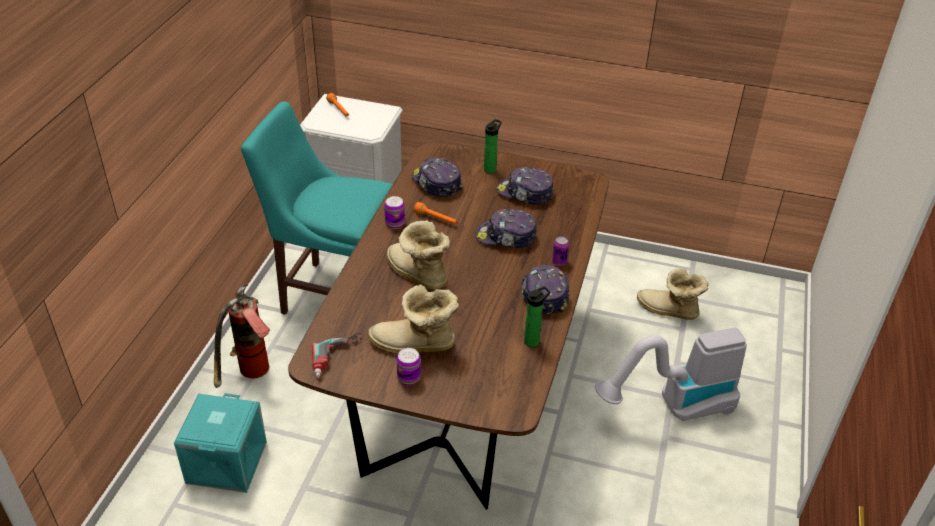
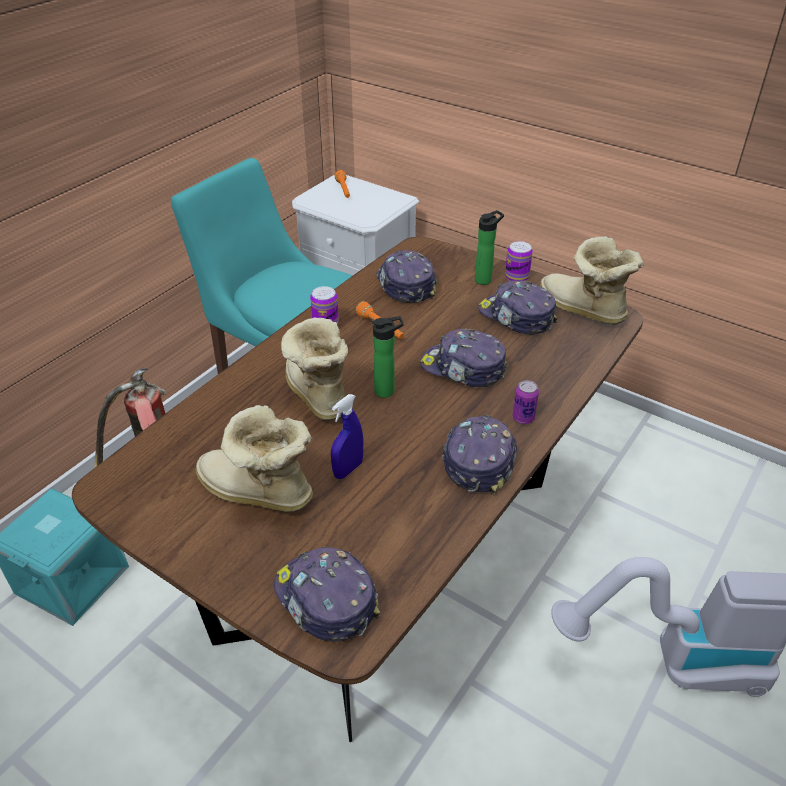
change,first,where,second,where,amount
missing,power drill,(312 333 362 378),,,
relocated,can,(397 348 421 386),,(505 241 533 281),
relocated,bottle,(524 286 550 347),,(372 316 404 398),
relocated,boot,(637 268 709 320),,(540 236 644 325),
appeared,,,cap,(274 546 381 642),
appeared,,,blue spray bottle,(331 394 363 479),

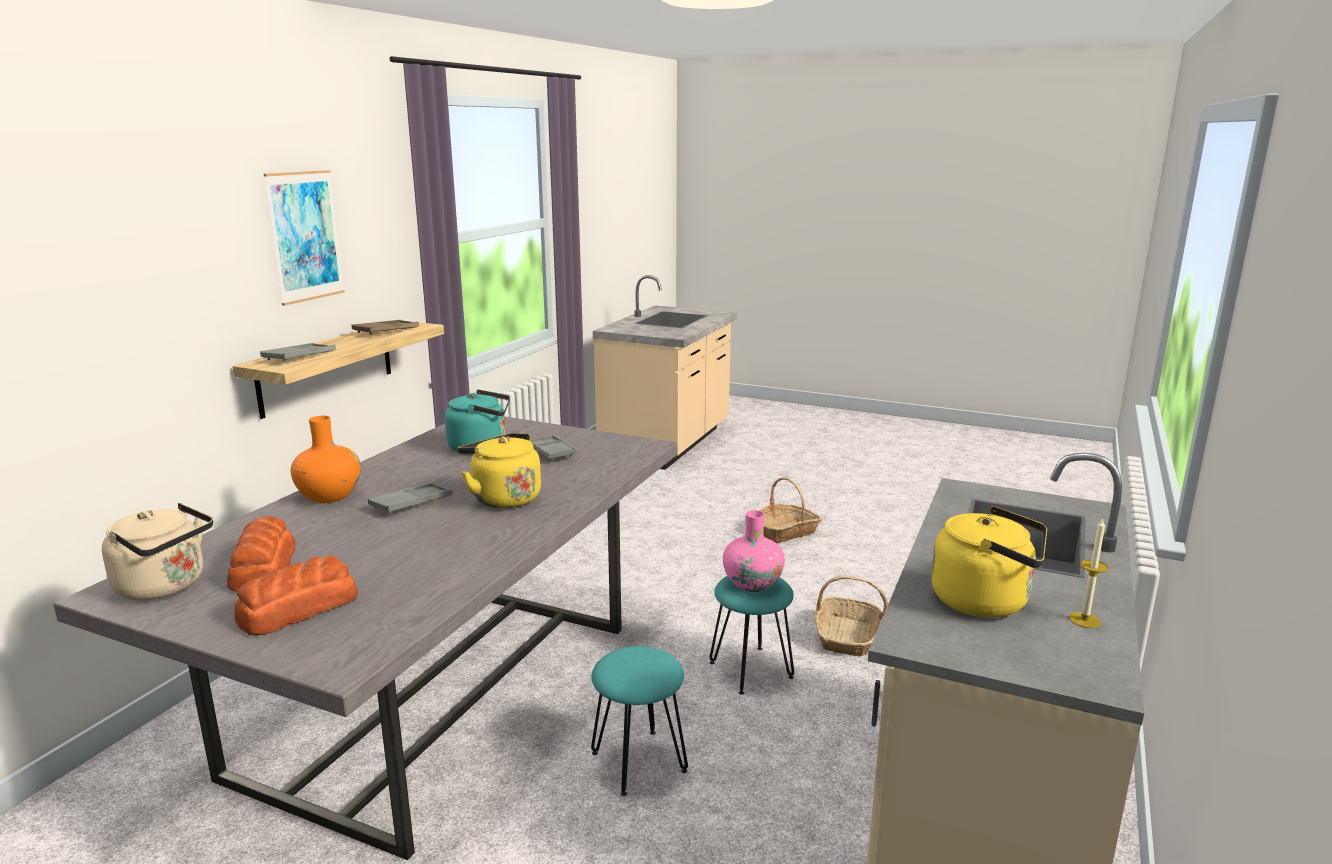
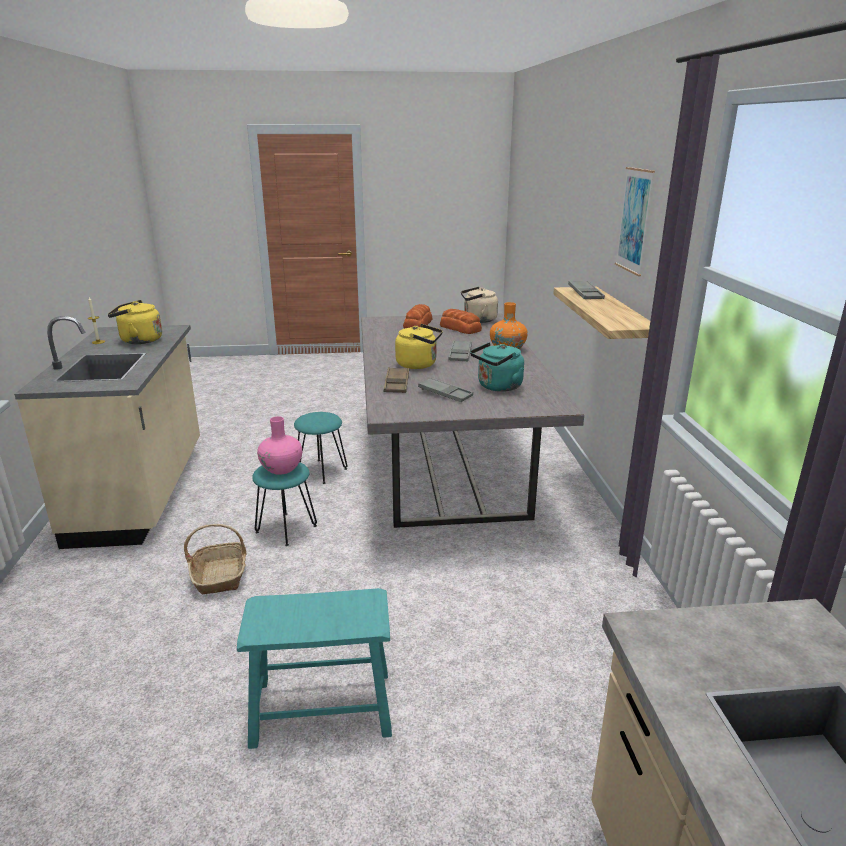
change,first,where,second,where,amount
relocated,brown tray,(352 320 419 335),,(384 367 409 393),
exchanged,basket,(758 477 822 543),turquoise stool,(237 588 392 749),

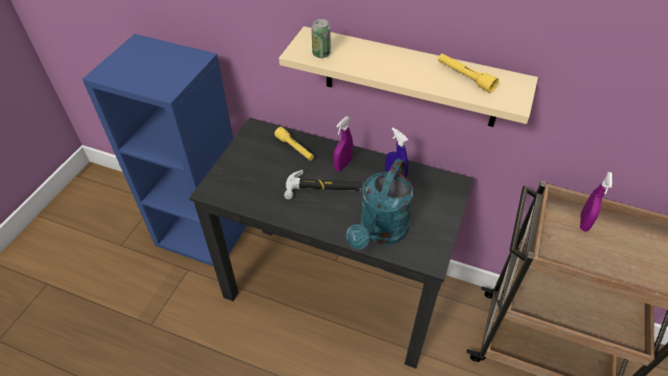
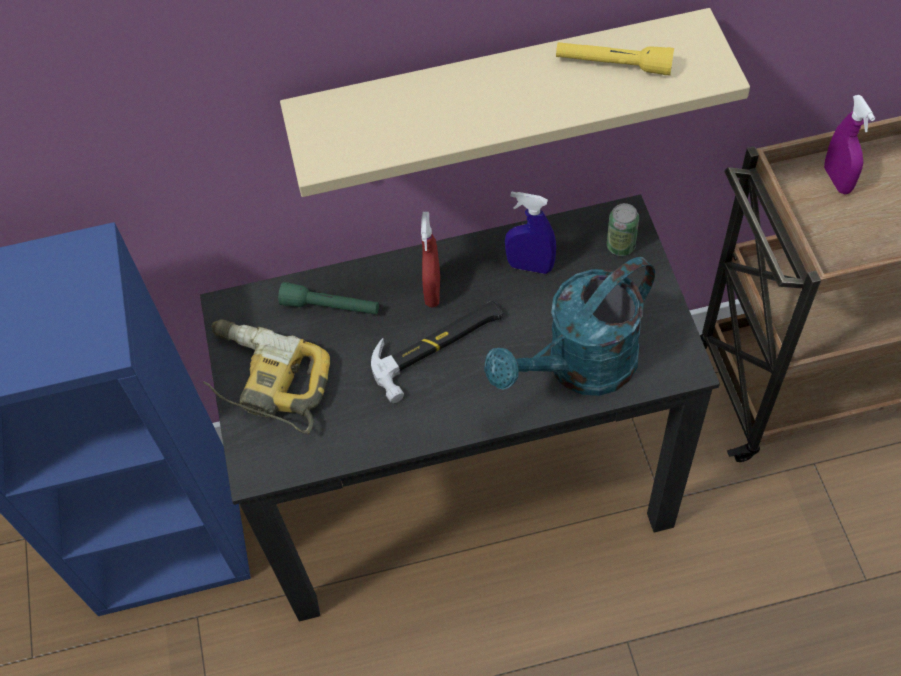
change,first,where,second,where,amount
colour,yellow flashlight,(274 127 314 161),green flashlight,(278 282 379 315),
relocated,can,(311 19 331 58),,(607 203 639 256),
colour,purple spray bottle,(333 116 353 172),red spray bottle,(421 212 440 308),
spun,turquoise watering can,(346 159 413 249),,(484 257 655 396),60 degrees clockwise
appeared,,,power drill,(203 319 330 434),

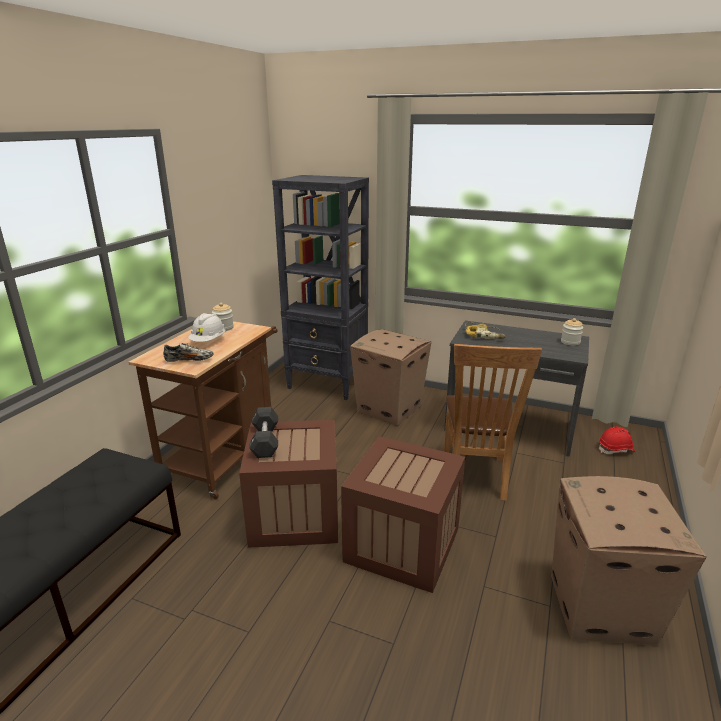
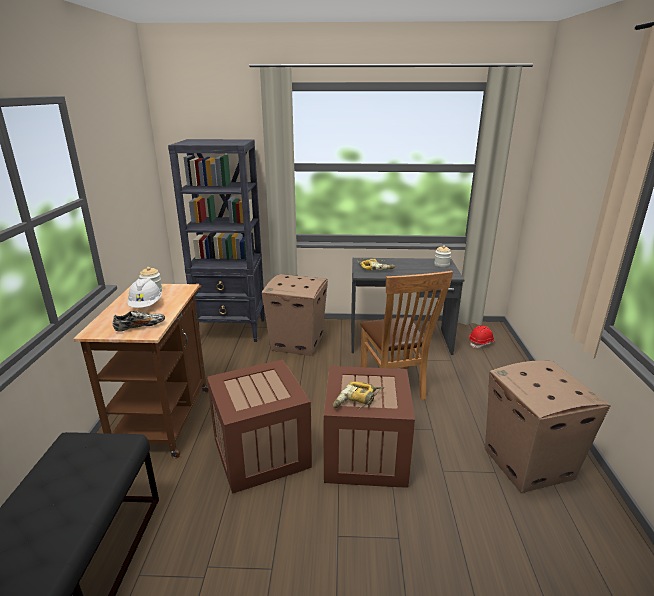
change,first,where,second,where,amount
missing,black dumbbell,(249 407 278 458),,,
appeared,,,power drill,(332 382 384 410),

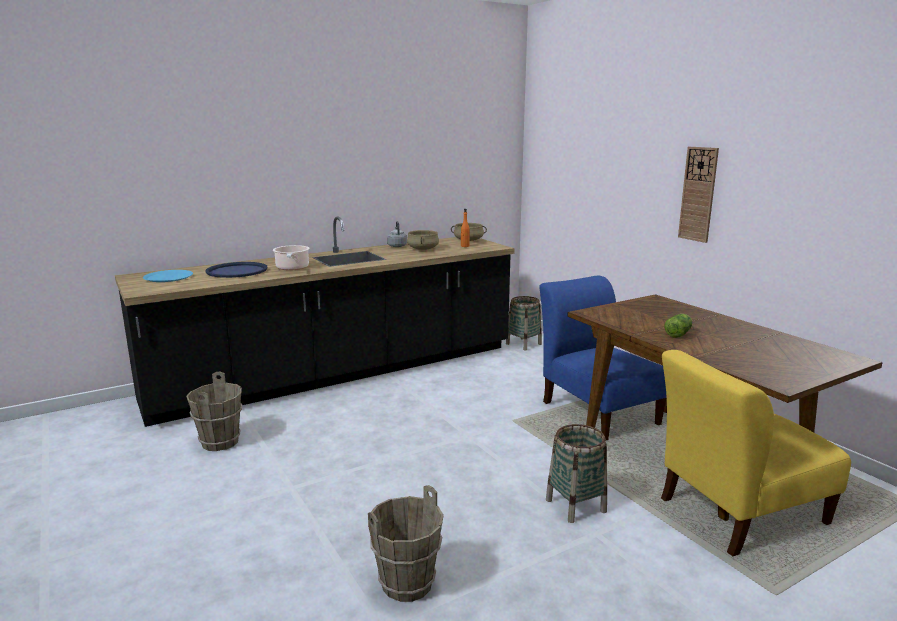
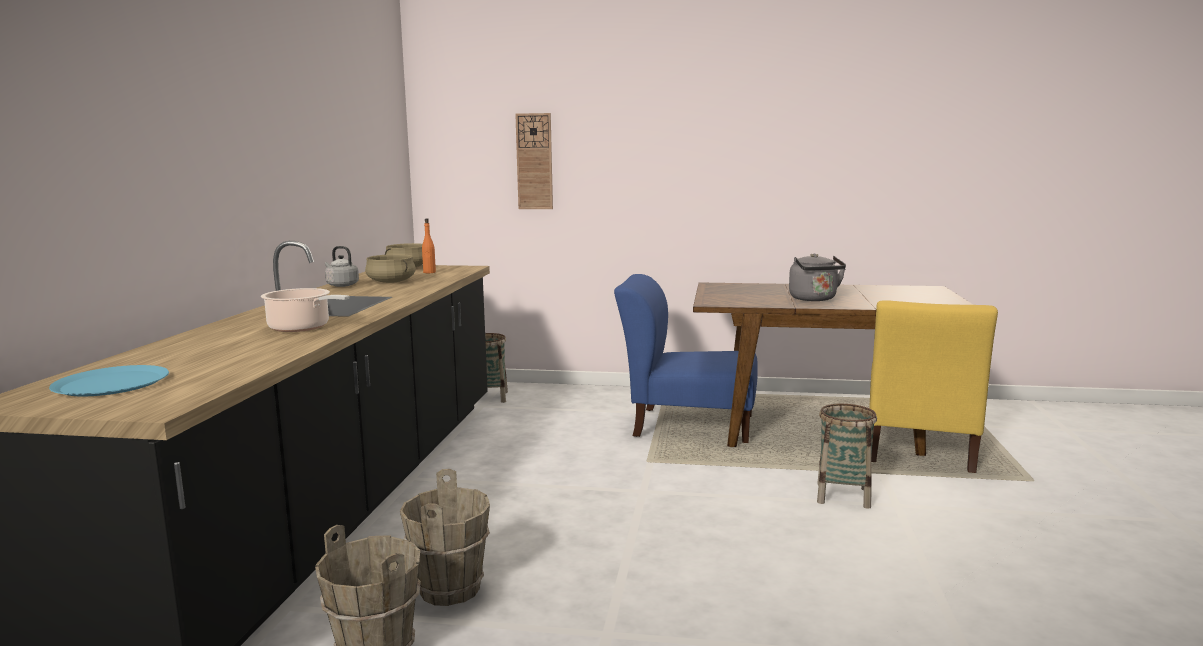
change,first,where,second,where,amount
missing,blue tray,(205 262 268 278),,,
relocated,brown bucket,(368 485 444 602),,(400 469 490 606),
exchanged,lettuce,(664 314 692 338),grey kettle,(789 253 846 301),
relocated,wall clock,(678 147 719 243),,(515 113 553 209),

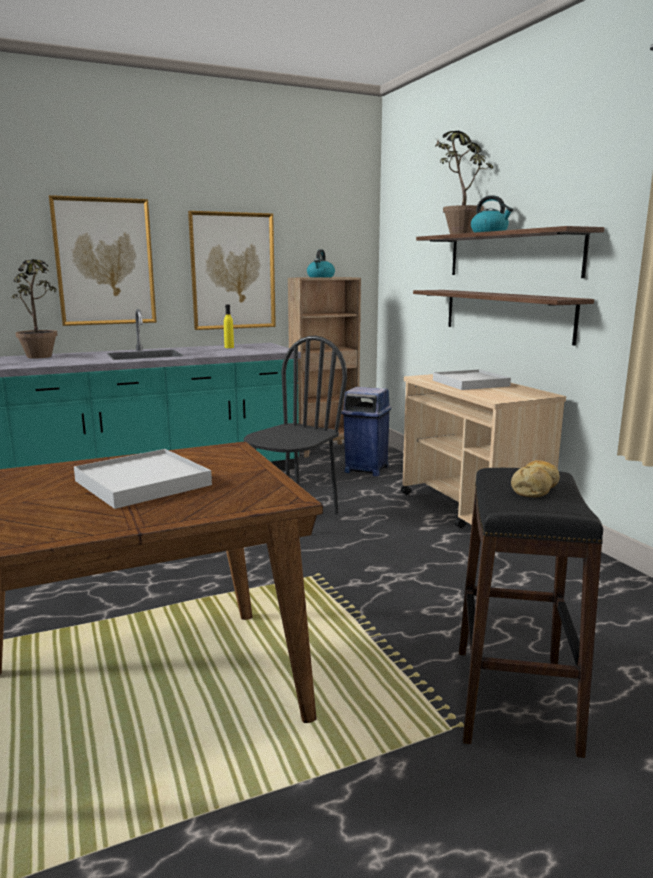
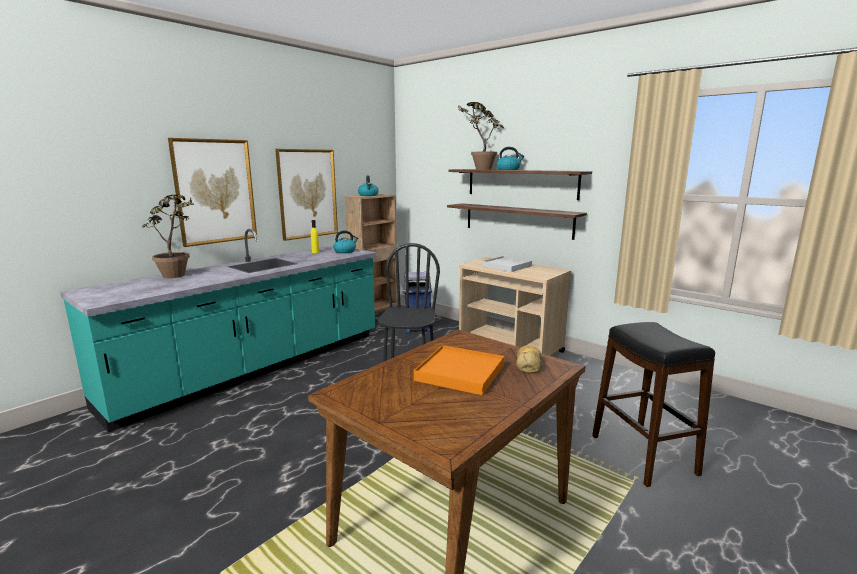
change,first,where,second,where,amount
colour,white tray,(74 449 212 509),orange tray,(414 345 504 395),
relocated,bread,(511 460 560 497),,(516 346 542 373),
appeared,,,kettle,(333 230 358 253),

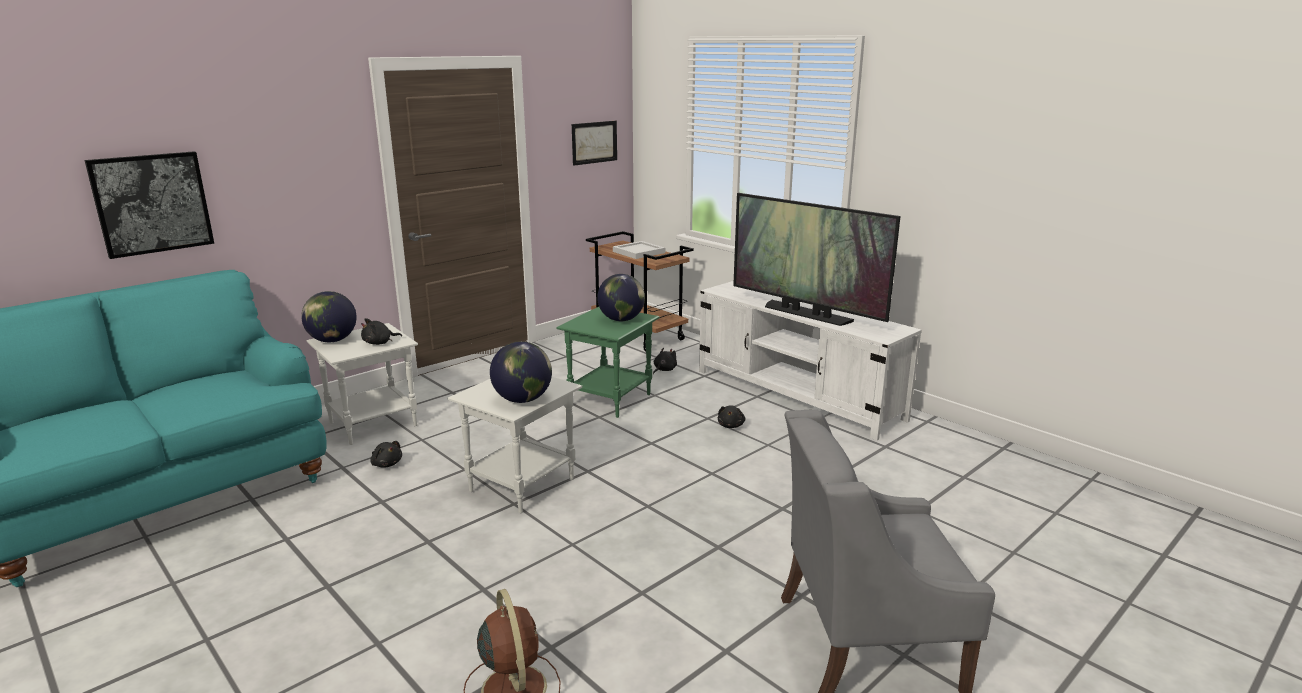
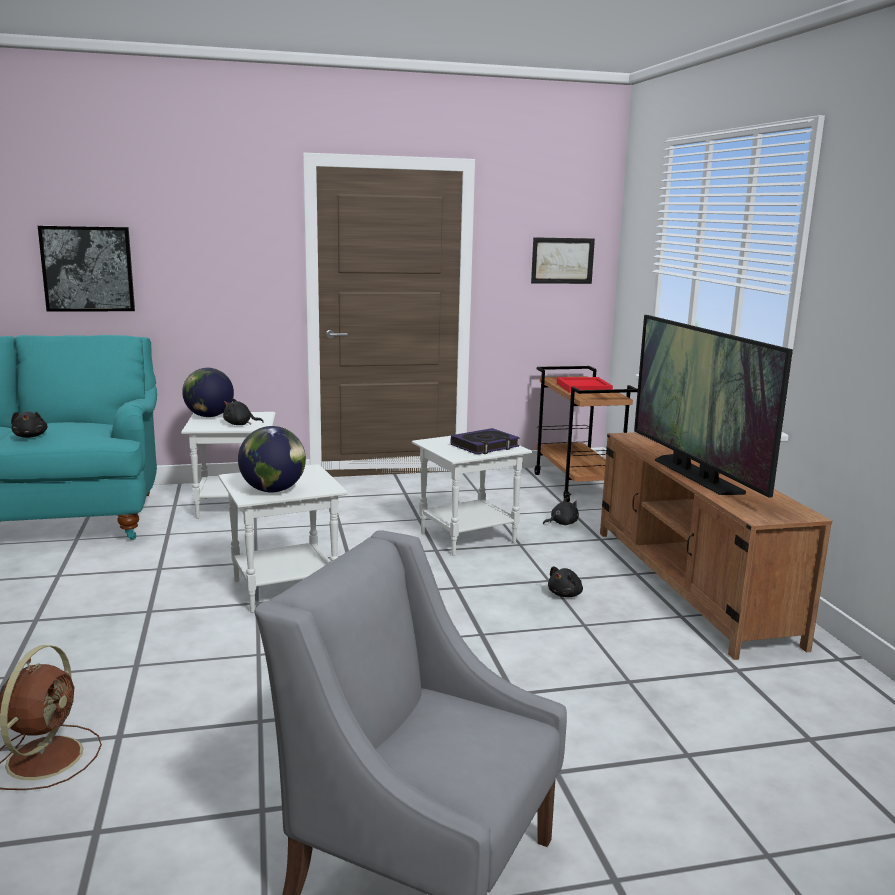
change,first,where,second,where,amount
relocated,black plush toy,(370 441 402 468),,(11 411 48 438),
colour,green side table,(556 307 660 418),white side table,(412 436 532 556),
exchanged,globe,(597 274 645 321),book,(451 428 520 455),
colour,white tray,(613 241 665 259),red tray,(557 377 613 393),
colour,white tv stand,(699 281 922 440),brown tv stand,(600 432 832 660),

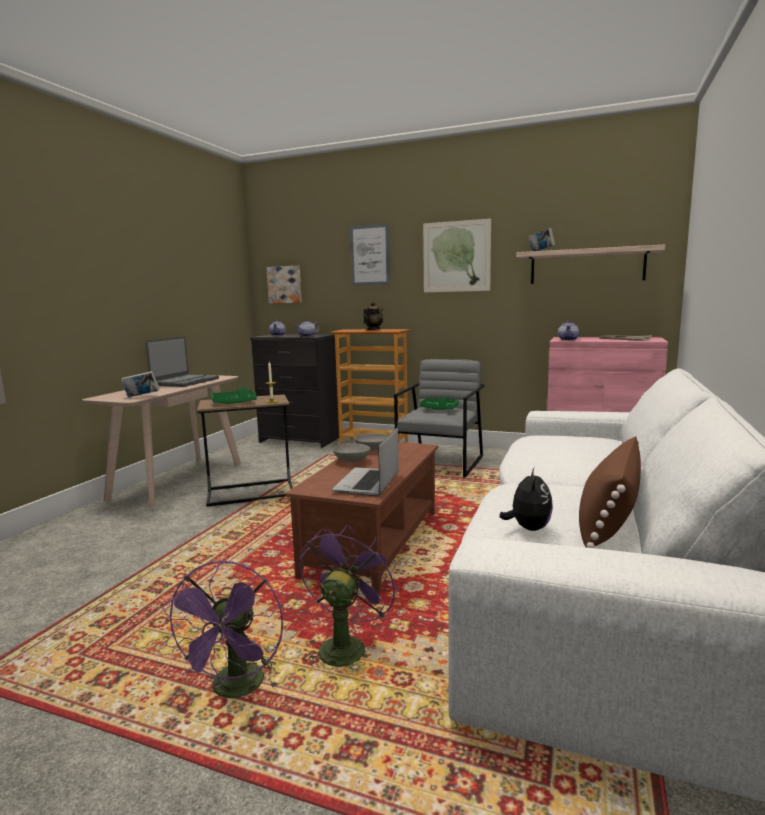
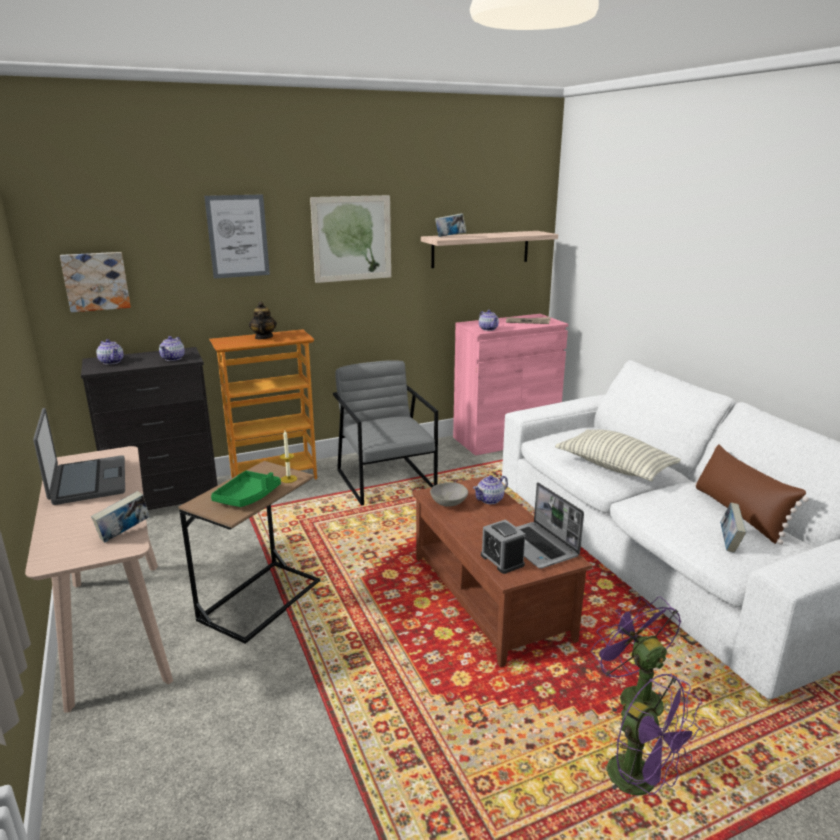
change,first,where,second,where,amount
missing,grey bowl,(333 443 370 462),,,
missing,green tray,(420 397 459 410),,,
exchanged,plush toy,(499 468 553 531),book,(721 503 746 553),
appeared,,,teapot,(473 475 508 504),
appeared,,,alarm clock,(481 519 525 574),
appeared,,,pillow,(555 429 681 481),

